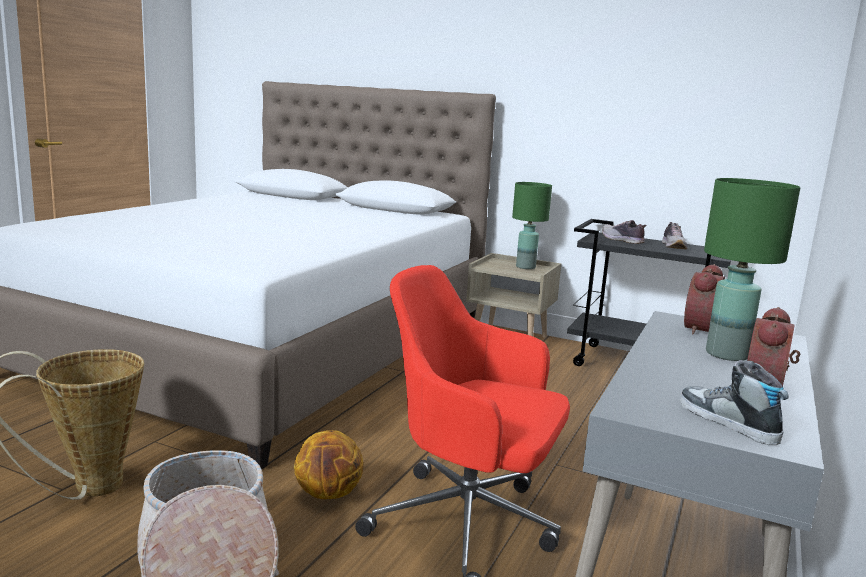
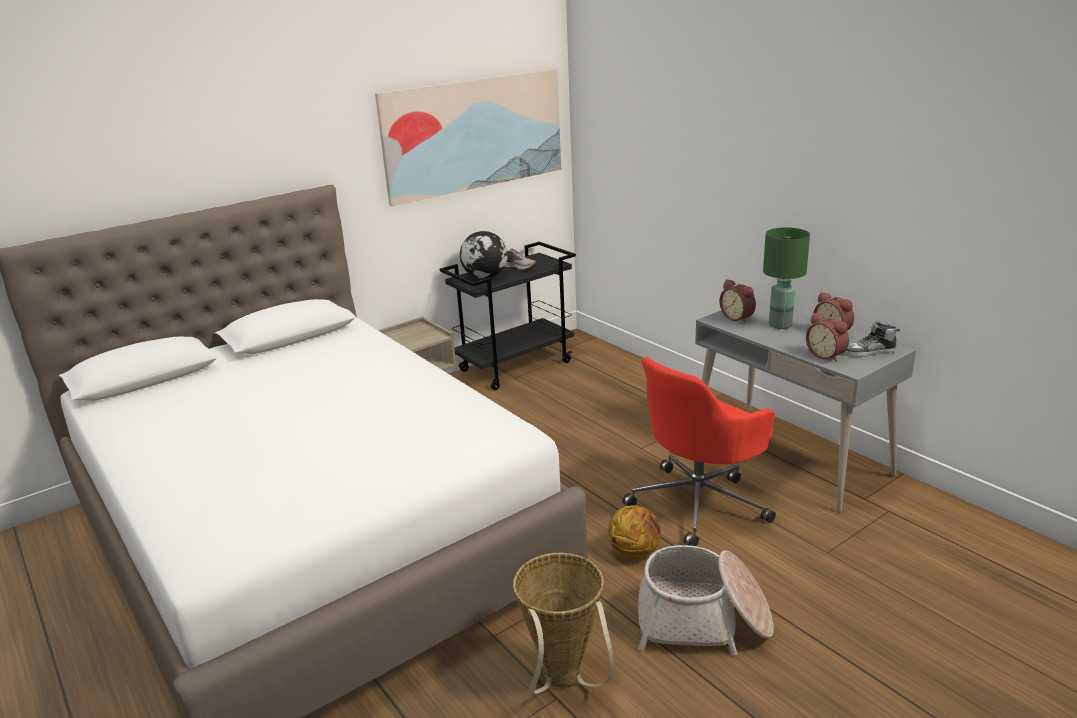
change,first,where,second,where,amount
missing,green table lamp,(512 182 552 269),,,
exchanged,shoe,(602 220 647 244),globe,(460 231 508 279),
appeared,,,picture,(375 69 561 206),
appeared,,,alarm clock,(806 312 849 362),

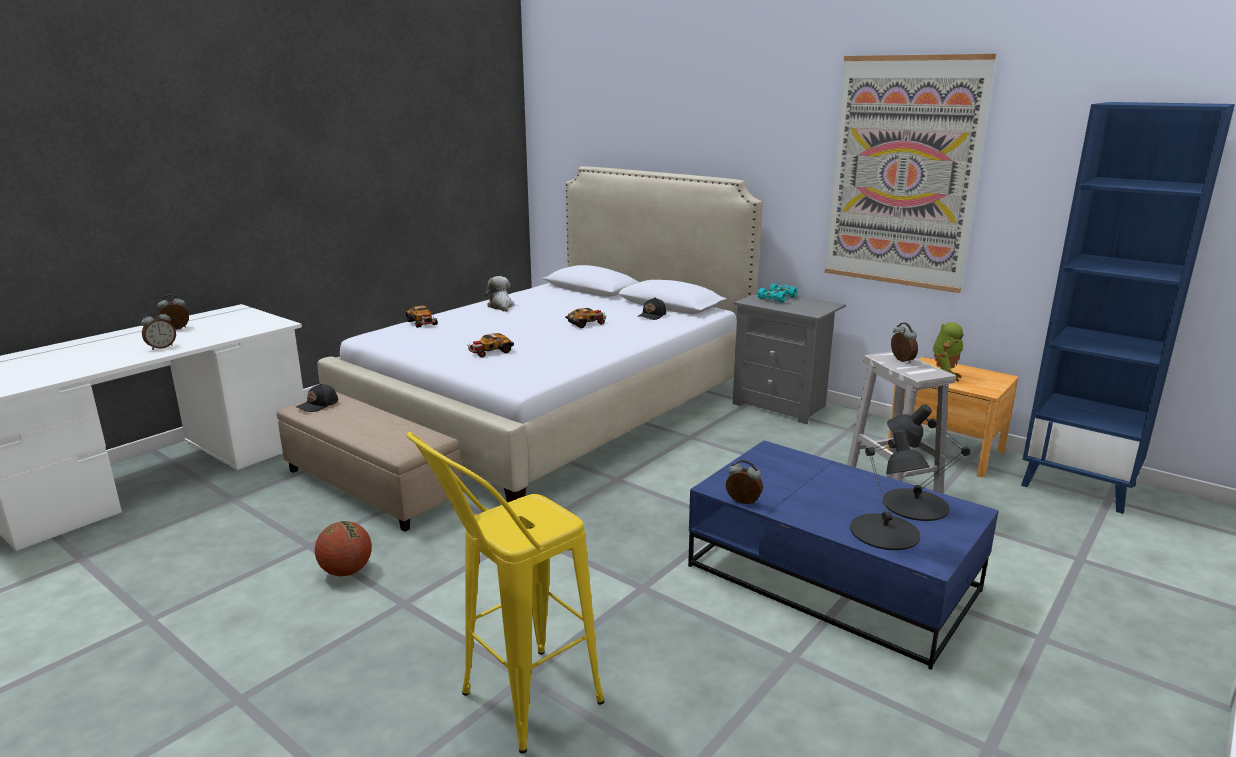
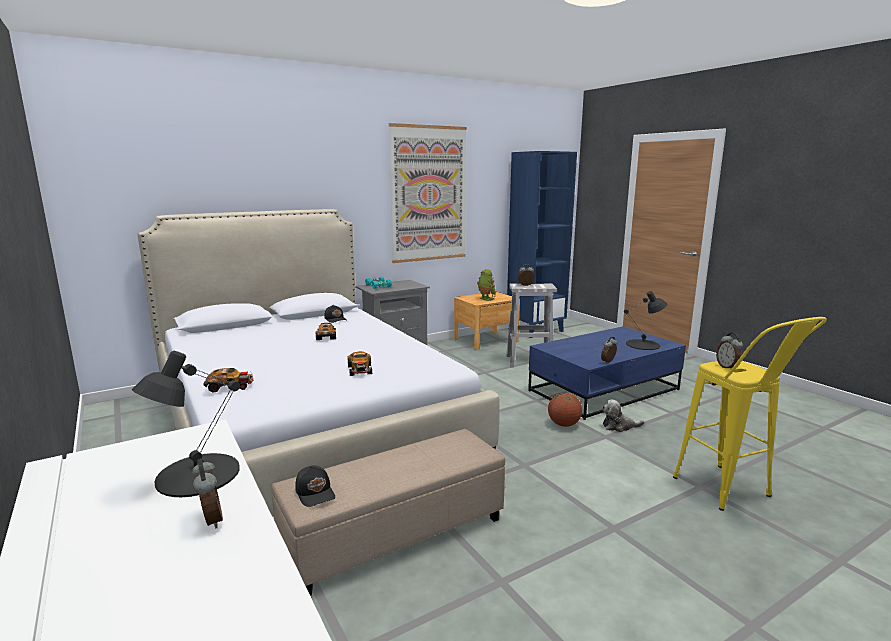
change,first,where,second,where,amount
relocated,alarm clock,(157 294 189 330),,(716 333 743 369),
relocated,basketball,(315 521 372 576),,(548 393 582 427),
relocated,plush toy,(484 276 514 312),,(602 399 644 432),
relocated,black table lamp,(883 404 970 521),,(132 351 240 497),

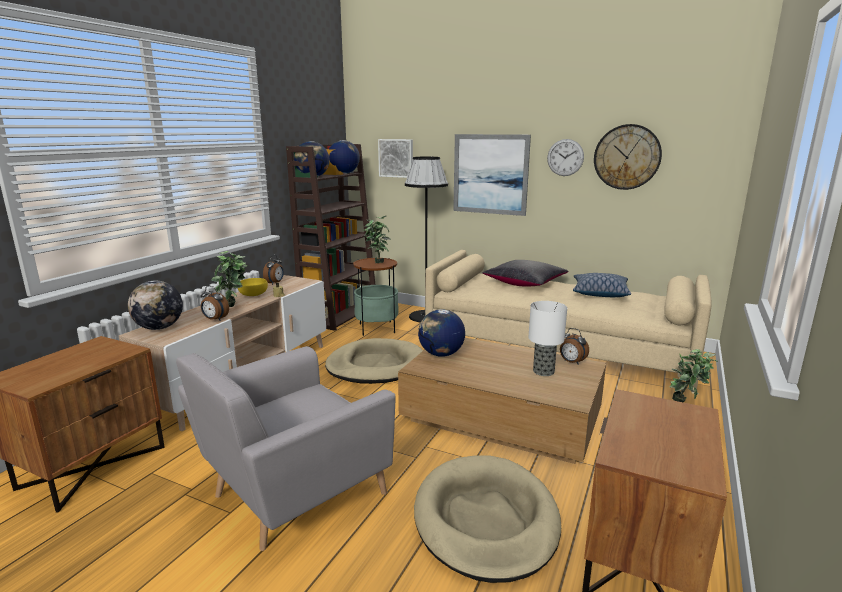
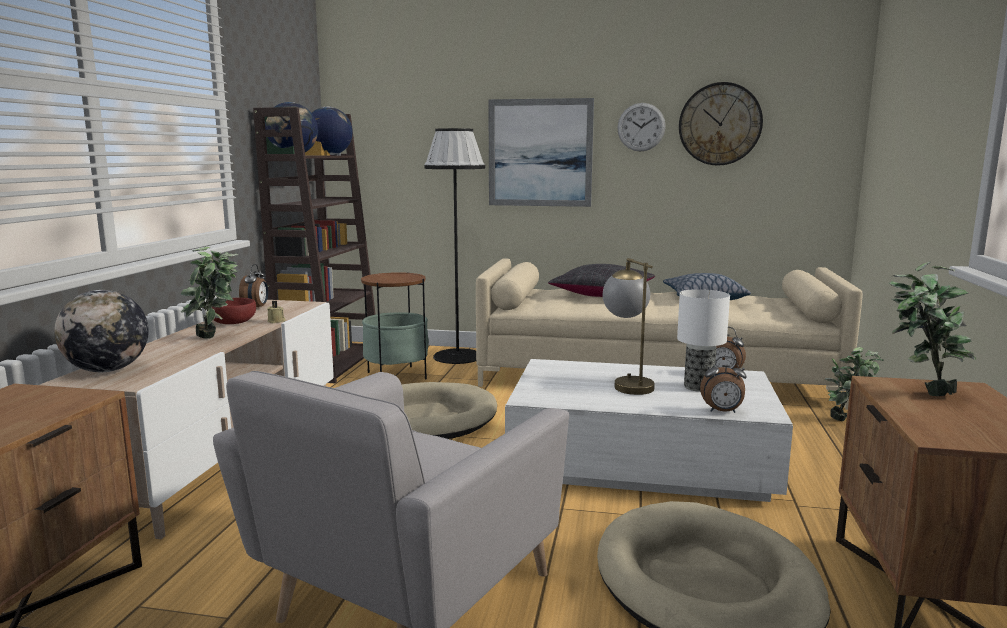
change,first,where,second,where,amount
relocated,alarm clock,(200 286 229 321),,(700 356 747 413),
colour,yellow bowl,(238 278 268 296),red bowl,(212 298 256 324),
relocated,potted plant,(363 216 390 263),,(889 262 976 396),
missing,picture,(378 139 413 178),,,
colour,brown coffee table,(398 338 606 464),white coffee table,(505 359 793 502),
missing,globe,(418 309 465 357),,,
appeared,,,table lamp,(603 258 655 395),

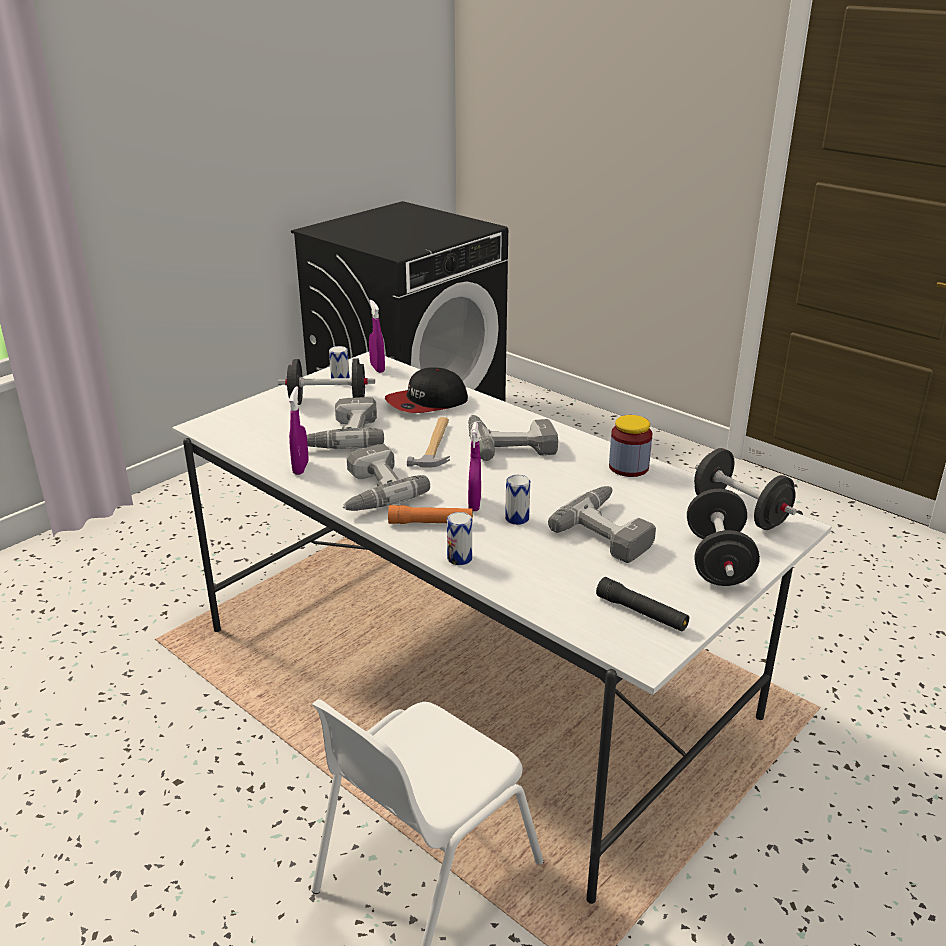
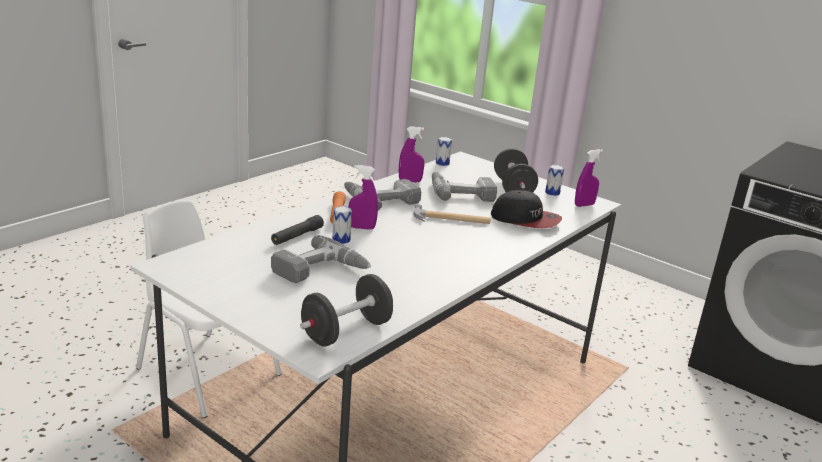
change,first,where,second,where,amount
spun,cap,(385 367 468 413),,(491 190 562 228),150 degrees clockwise
relocated,can,(447 512 472 565),,(436 137 452 166),
missing,power drill,(468 415 558 461),,,
relocated,black flashlight,(596 577 689 632),,(271 215 324 245),
missing,jar,(609 415 652 477),,,
missing,black dumbbell,(687 489 760 586),,,

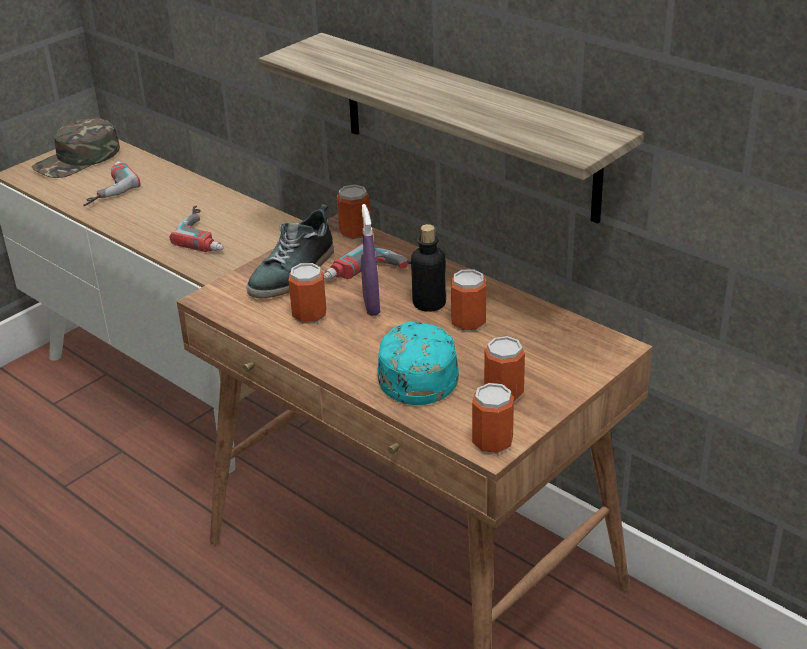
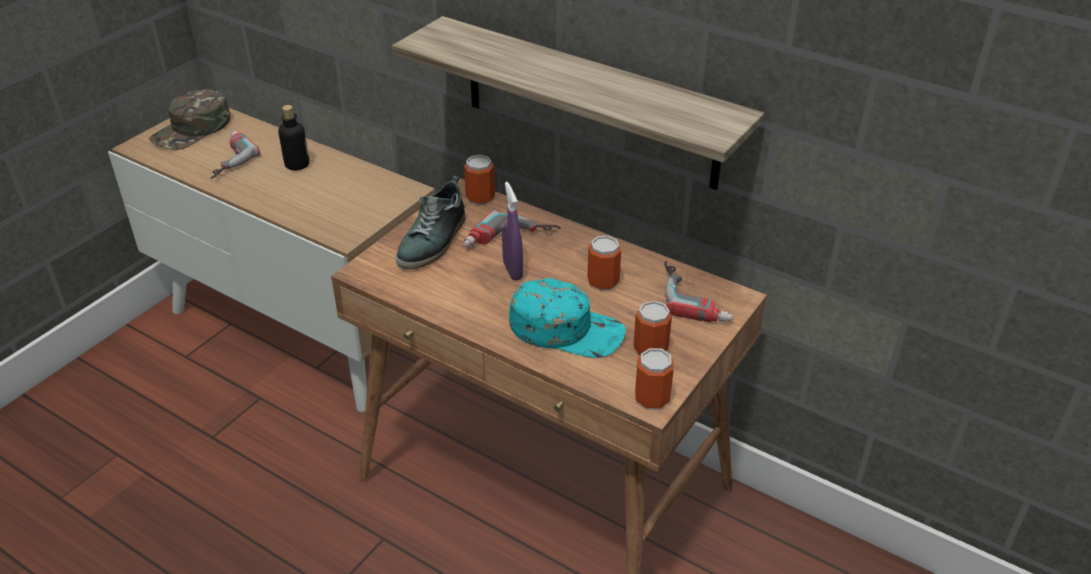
change,first,where,second,where,amount
relocated,power drill,(170 205 224 252),,(664 261 734 323),
missing,can,(288 263 326 324),,,
spun,turquoise cap,(378 322 459 405),,(509 278 626 358),120 degrees clockwise
relocated,bottle,(411 224 446 312),,(278 105 310 170),

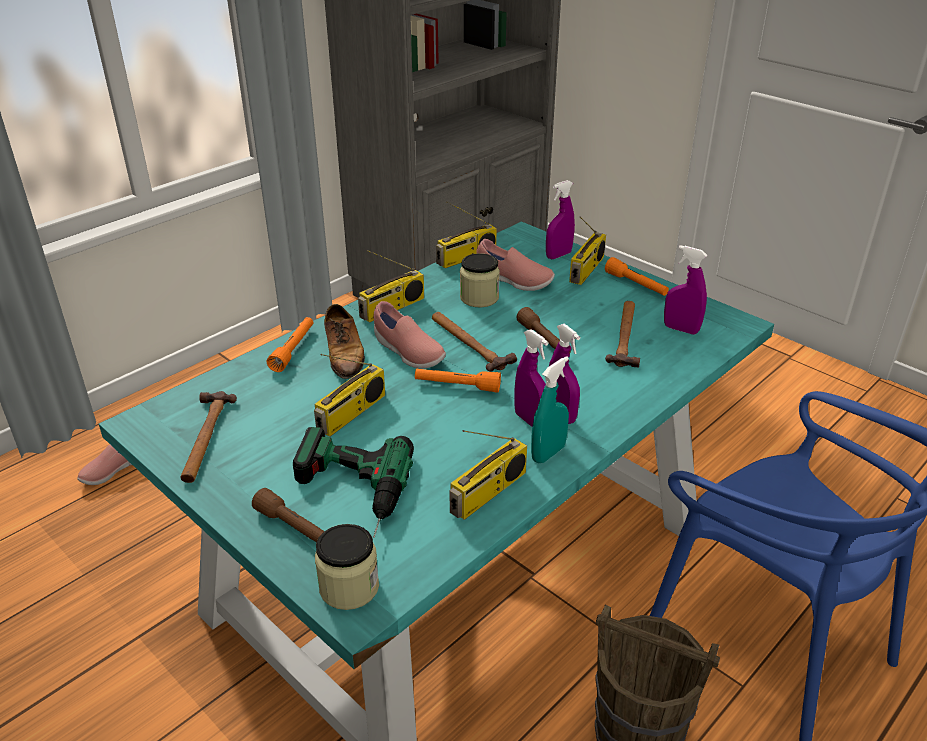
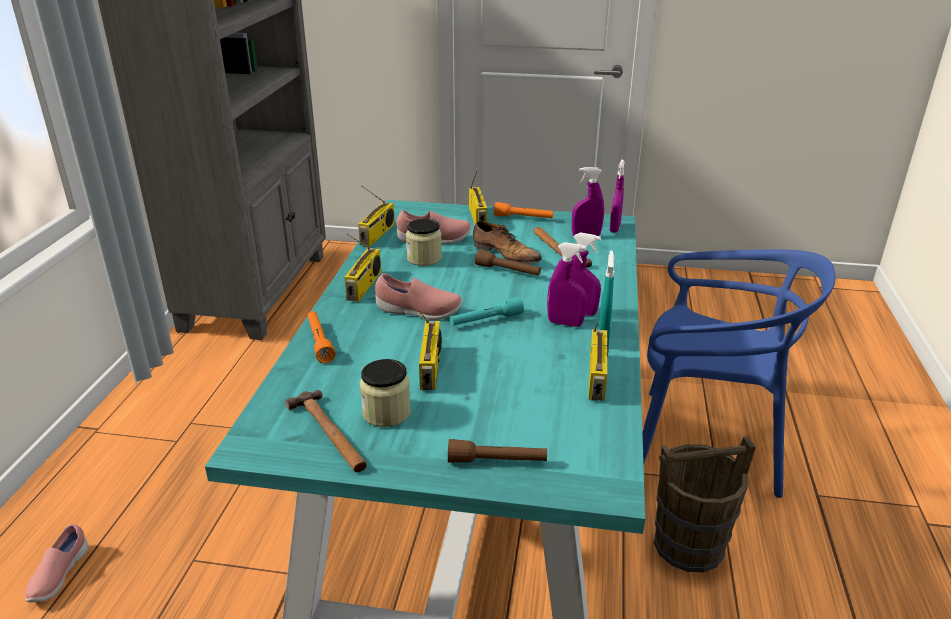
change,first,where,second,where,amount
missing,power drill,(293 427 414 538),,,
relocated,jar,(315 524 379 610),,(360 359 411 427),
relocated,shoe,(324 304 365 379),,(473 220 542 264),
colour,orange flashlight,(415 368 501 393),turquoise flashlight,(450 297 524 326),
missing,hammer,(432 312 517 372),,,
relocated,purple spray bottle,(546 180 575 259),,(609 160 625 233),

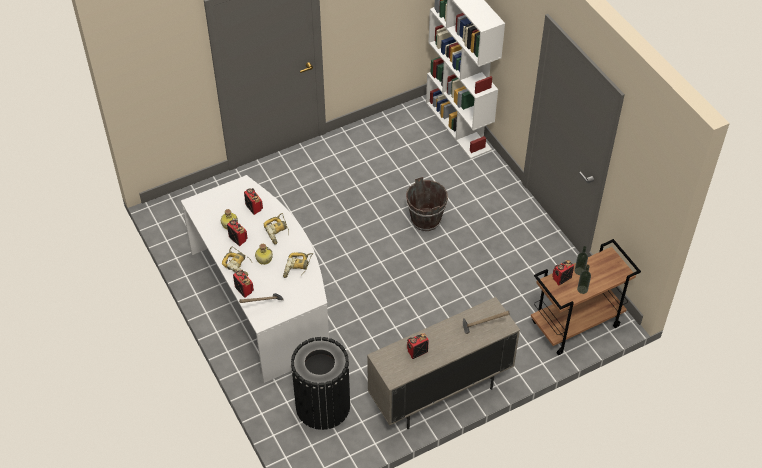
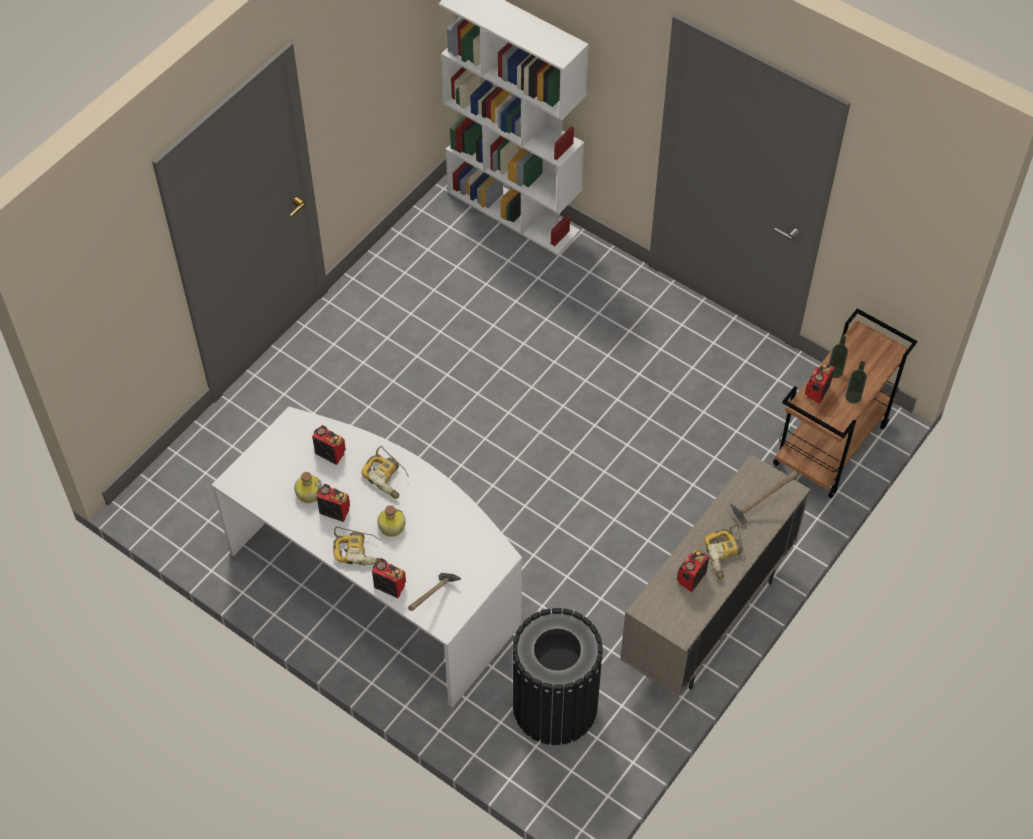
change,first,where,second,where,amount
relocated,power drill,(283 252 313 278),,(705 525 745 580),
missing,brown bucket,(406 177 448 231),,,

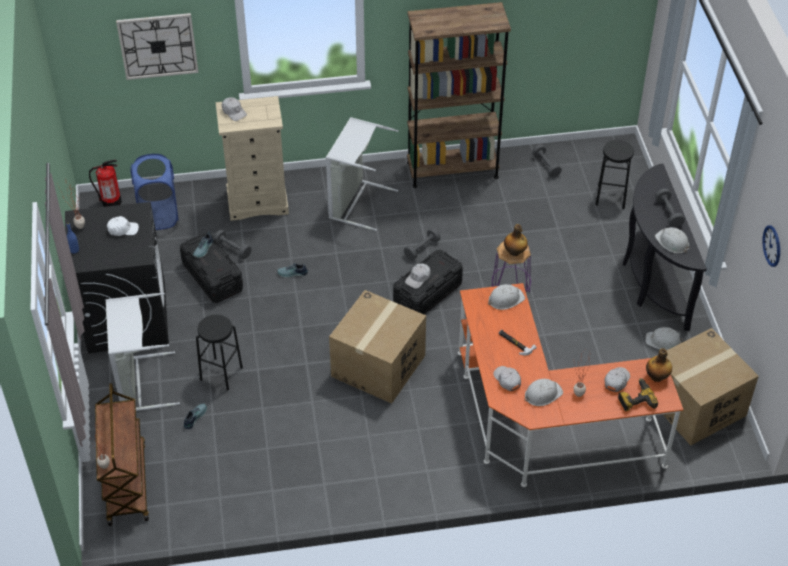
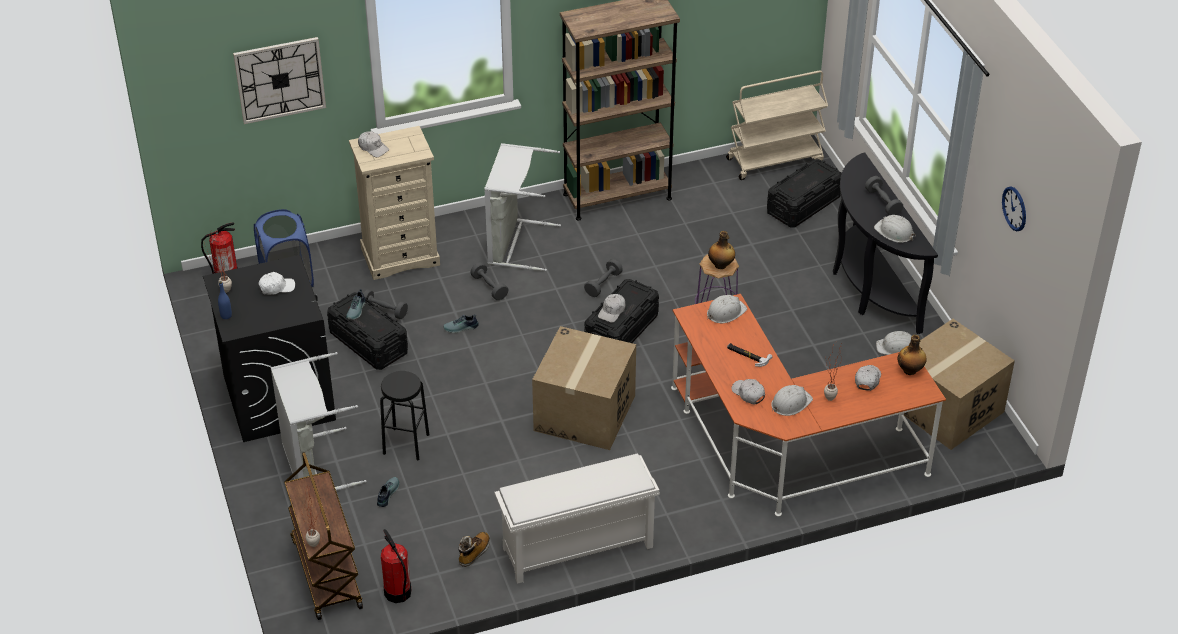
change,first,where,second,where,amount
relocated,grey dumbbell,(532 145 562 178),,(470 262 509 300),
exchanged,black stool,(595 140 634 209),black storage box,(767 159 842 227),
missing,power drill,(618 378 658 411),,,
appeared,,,fire extinguisher,(381 529 411 603),
appeared,,,boot,(458 532 490 567),
appeared,,,white shoe rack,(494 454 660 584),
appeared,,,beige cart,(726 71 828 180),

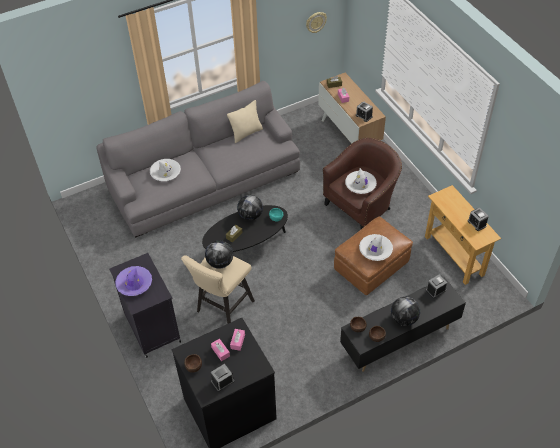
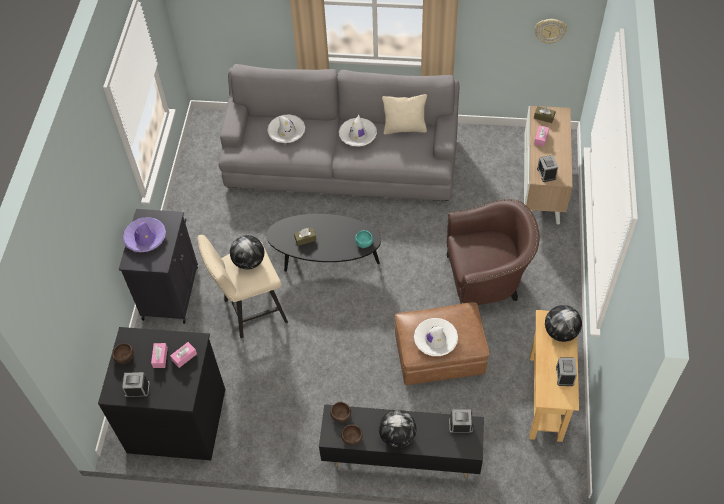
change,first,where,second,where,amount
relocated,globe,(237 195 263 220),,(545 305 582 342),
relocated,white hat,(345 168 377 194),,(339 115 377 147),

